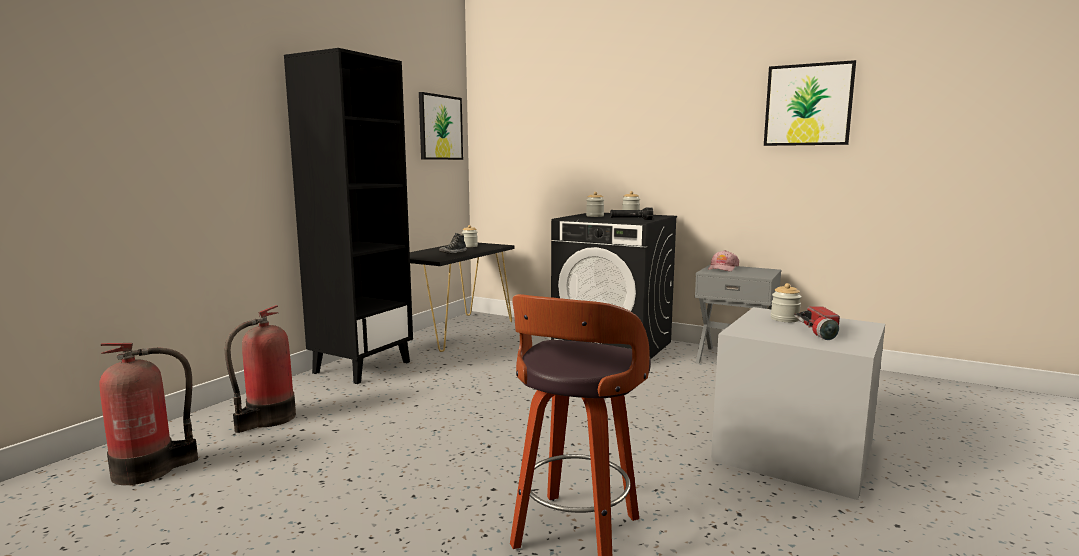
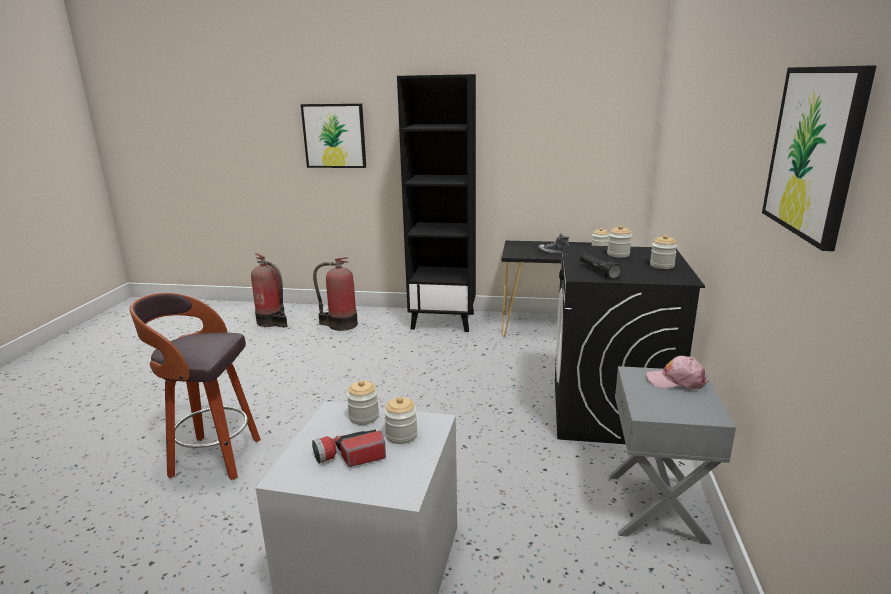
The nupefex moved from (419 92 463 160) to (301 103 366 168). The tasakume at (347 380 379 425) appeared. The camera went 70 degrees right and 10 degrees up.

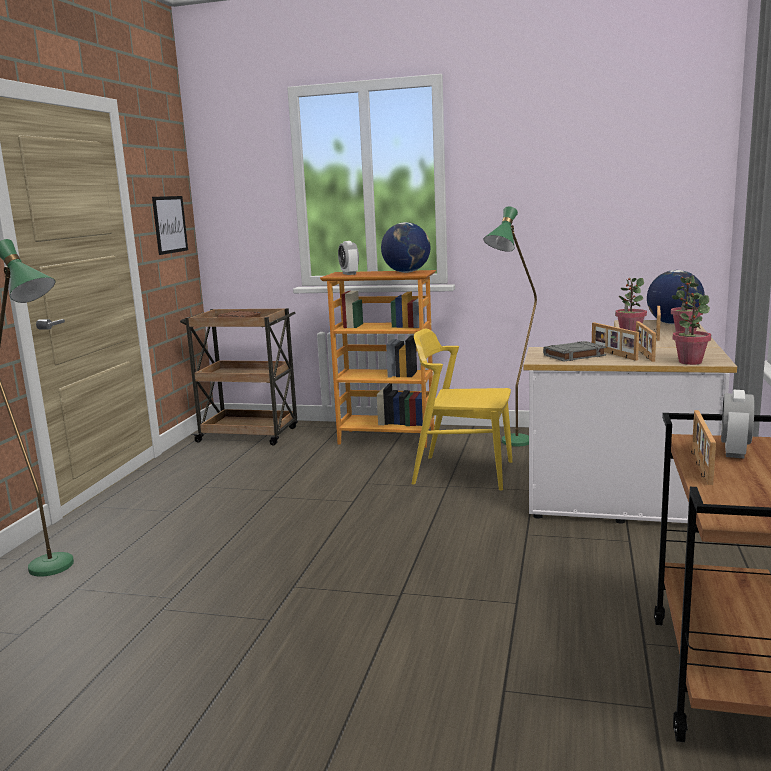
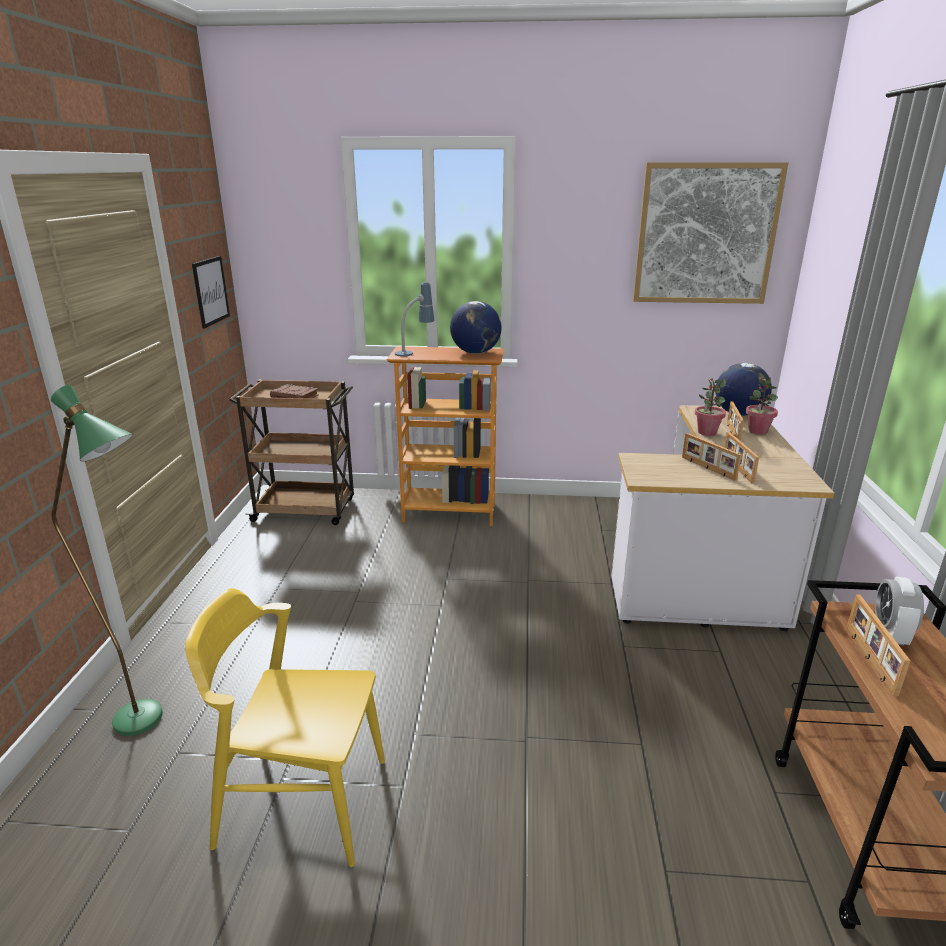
The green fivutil at (484 206 537 447) disappeared. The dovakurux at (338 241 359 275) was replaced by the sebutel at (395 282 434 357). The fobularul at (673 294 711 365) disappeared. The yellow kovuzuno moved from (412 328 512 490) to (185 588 385 867). The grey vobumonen at (543 341 606 362) disappeared. The nupefex at (633 162 788 304) appeared. The camera went 10 degrees left and 10 degrees up.

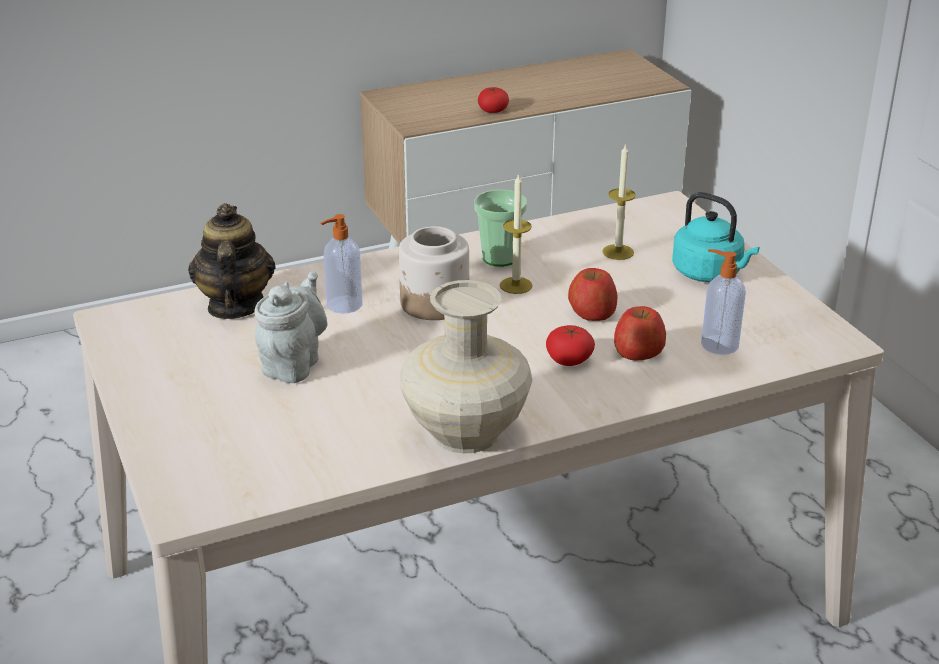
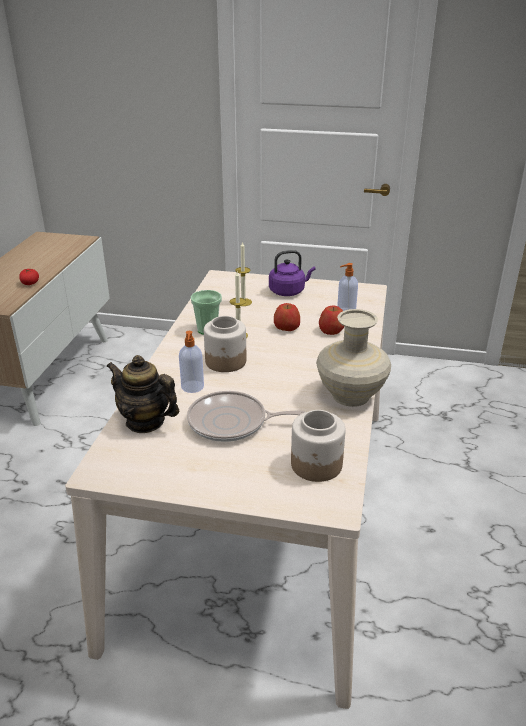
The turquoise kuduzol at (672 192 759 282) became the purple kuduzol at (269 250 316 296). The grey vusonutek at (254 271 327 383) was replaced by the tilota at (187 391 305 442). The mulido at (546 325 595 366) disappeared. The tasakume at (291 410 346 482) appeared. The camera went 55 degrees left and 0 degrees up.

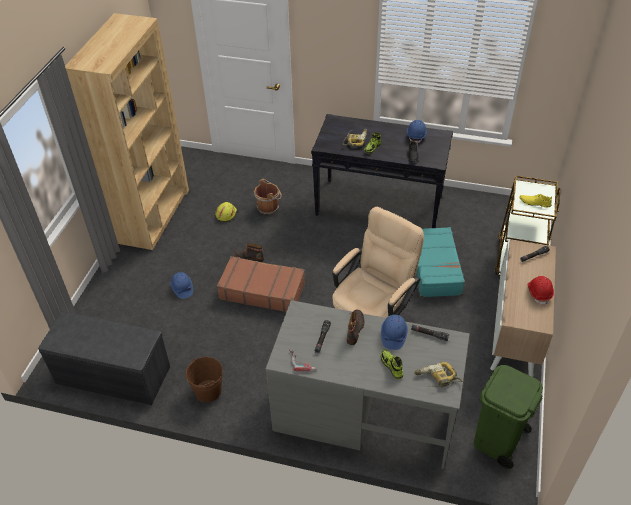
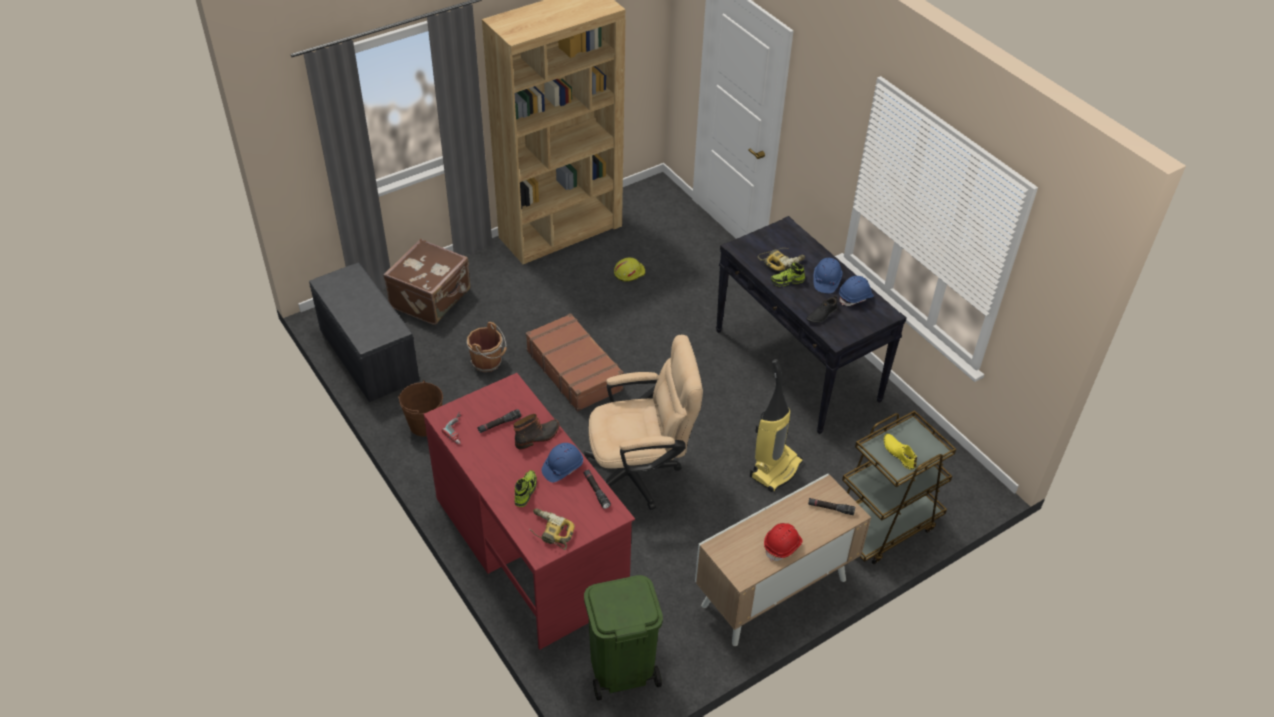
The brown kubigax moved from (254 179 282 215) to (467 322 507 372). The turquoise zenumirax at (416 227 465 297) was replaced by the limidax at (750 359 803 492). The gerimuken at (234 243 264 262) disappeared. The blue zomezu moved from (170 272 193 299) to (813 258 843 293). The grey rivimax at (266 300 470 469) became the red rivimax at (423 373 635 650). The brown zenumirax at (383 239 471 325) appeared. The camera went 40 degrees right and 0 degrees up.

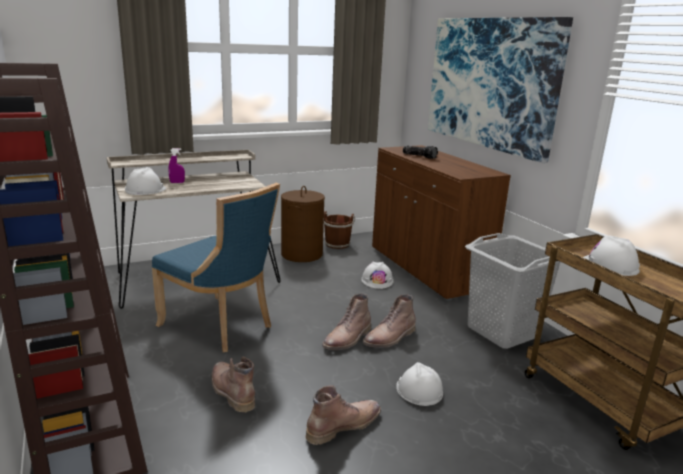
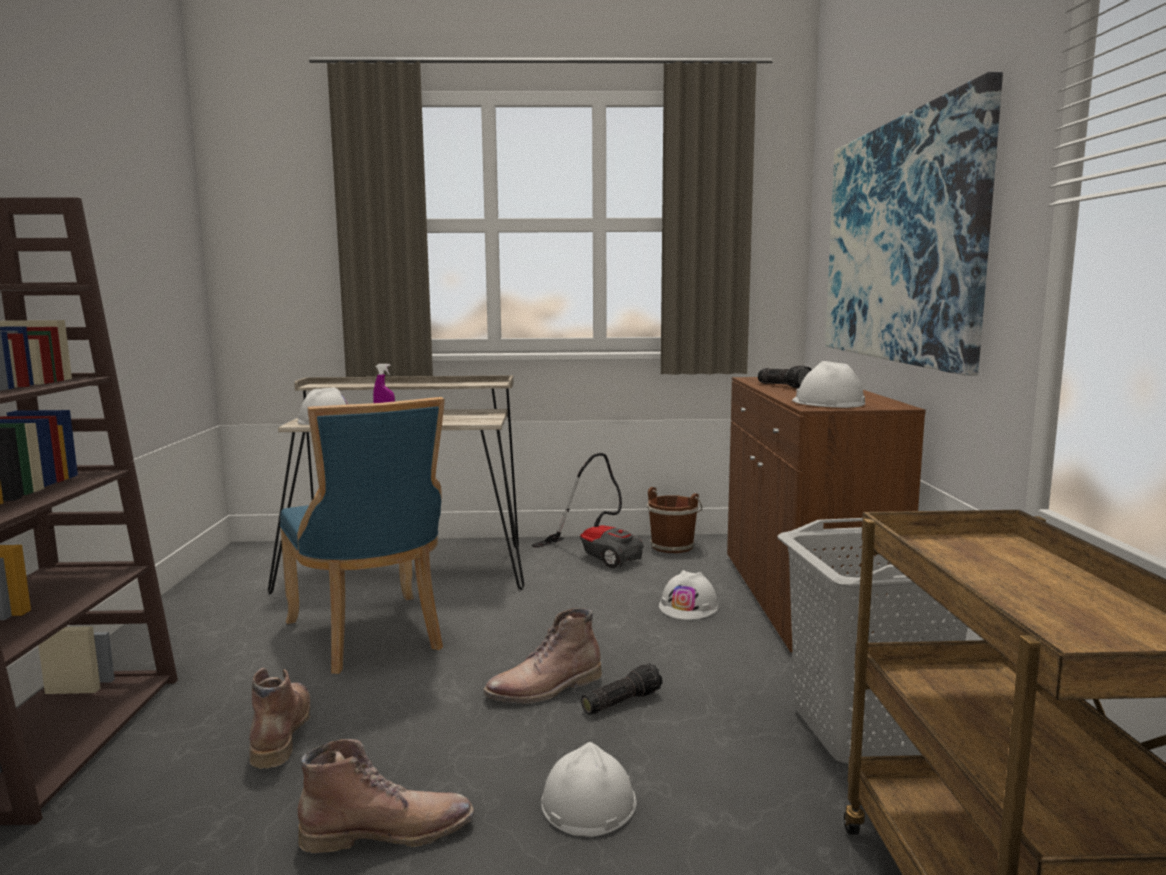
The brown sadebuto at (281 186 325 262) was replaced by the limidax at (531 453 644 568). The white zomezu moved from (583 235 640 276) to (792 361 865 408). The brown gerimuken at (362 294 416 348) was replaced by the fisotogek at (581 663 662 715). The camera went 25 degrees right and 10 degrees down.

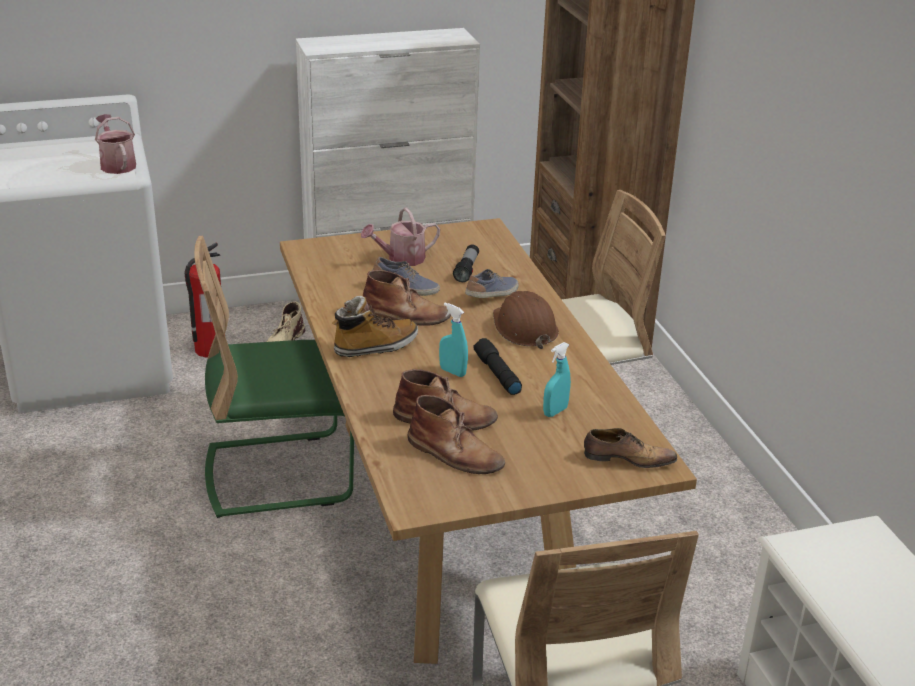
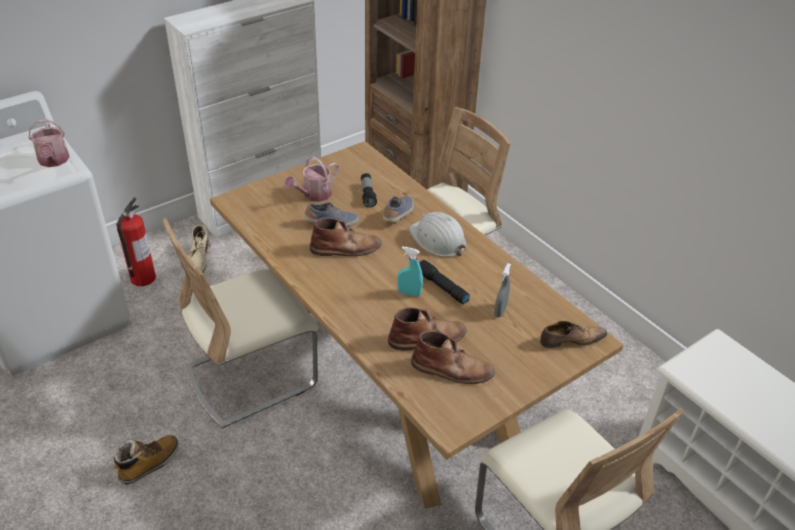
The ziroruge at (95 114 136 174) turned 150 degrees counterclockwise. The green kovuzuno at (194 236 354 518) became the beige kovuzuno at (162 218 319 429). The brown zomezu at (493 291 559 349) became the white zomezu at (409 212 466 257). The gerimuken moved from (332 295 418 357) to (114 435 179 485). The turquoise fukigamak at (543 342 571 417) became the grey fukigamak at (494 263 511 317). The camera went 20 degrees left and 10 degrees up.

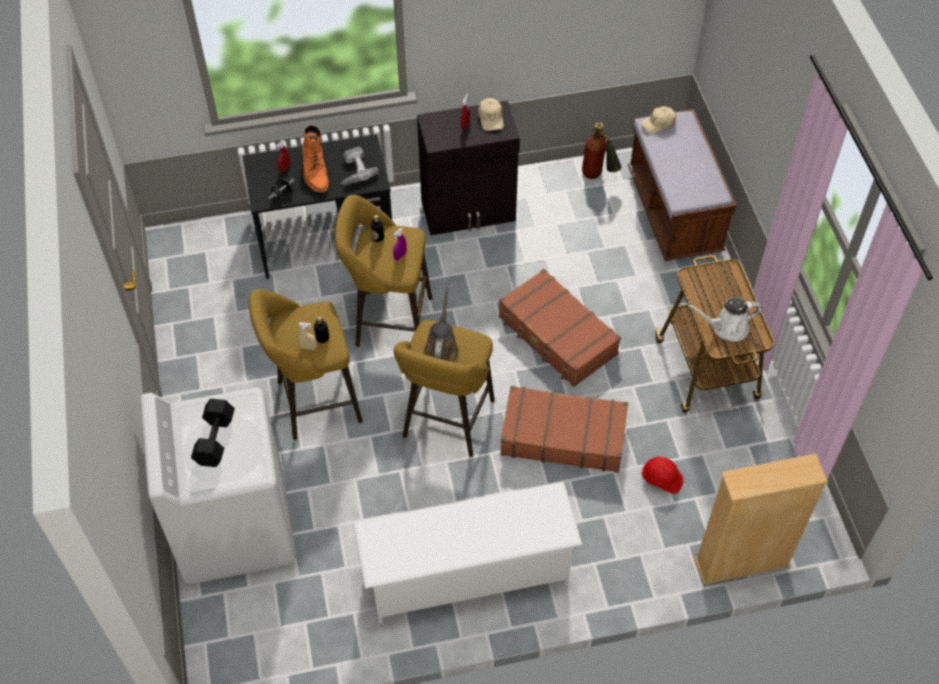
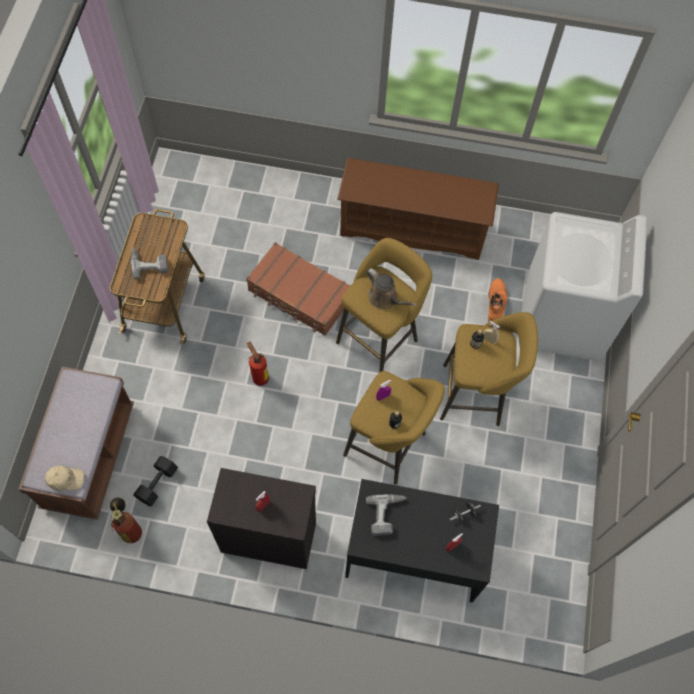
The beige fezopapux at (478 98 504 131) disappeared. The orange gerimuken moved from (302 125 329 192) to (488 278 508 322). The brown zenumirax at (499 269 621 387) was replaced by the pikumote at (247 342 269 386). The brown ziroruge at (424 285 459 362) turned 75 degrees counterclockwise. The white ziroruge at (688 297 762 342) disappeared. The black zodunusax moved from (191 399 235 467) to (133 456 178 506). The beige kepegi at (695 454 828 585) disappeared. The red zomezu at (641 457 683 494) disappeared. The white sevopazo at (353 482 582 624) became the brown sevopazo at (337 158 499 260). The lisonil at (131 247 168 280) appeared. The camera went 160 degrees left and 10 degrees up.

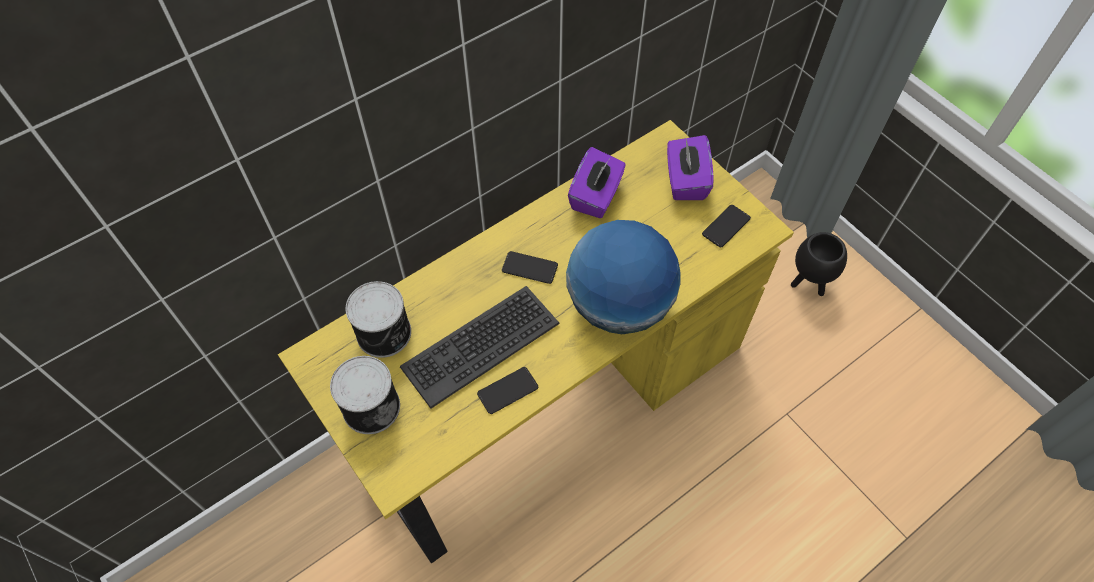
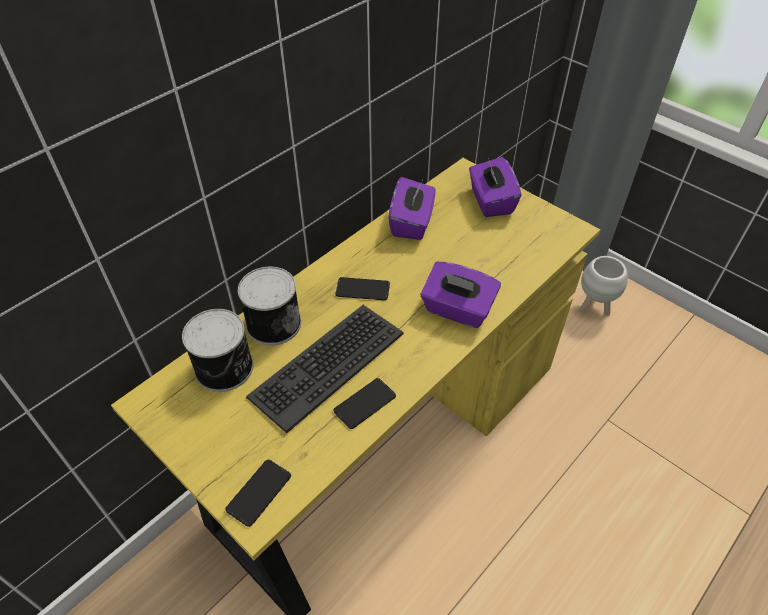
The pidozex moved from (702 205 751 247) to (225 460 291 527). The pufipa at (566 220 680 334) was replaced by the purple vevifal at (421 262 501 328). The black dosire at (791 232 847 296) became the white dosire at (579 256 628 316). The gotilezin moved from (330 356 400 434) to (238 267 301 346). The camera went 10 degrees left and 10 degrees down.

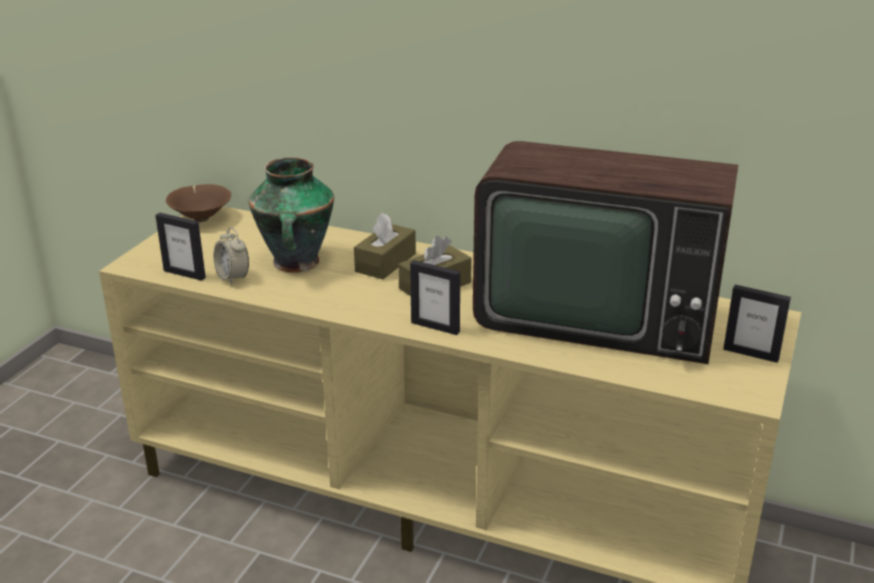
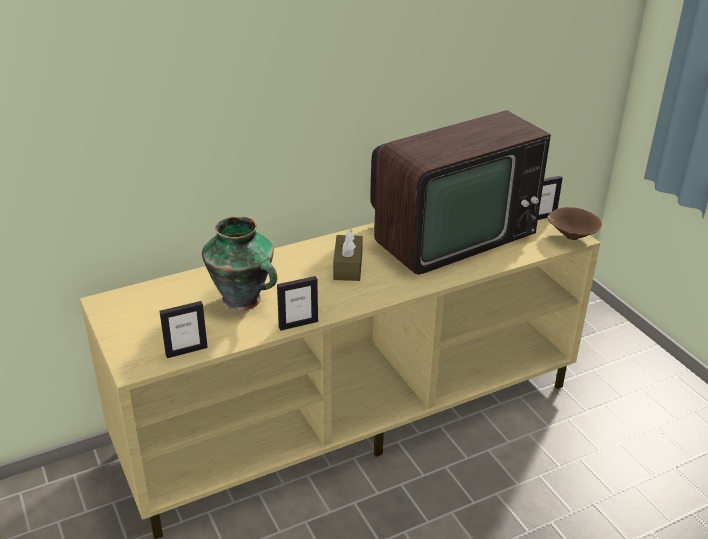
The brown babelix moved from (166 184 231 222) to (547 207 602 240). The brown vevifal at (354 213 416 279) disappeared. The dovakurux at (213 227 249 284) disappeared. The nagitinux moved from (410 260 460 335) to (277 276 318 331). The camera went 50 degrees left and 5 degrees up.

